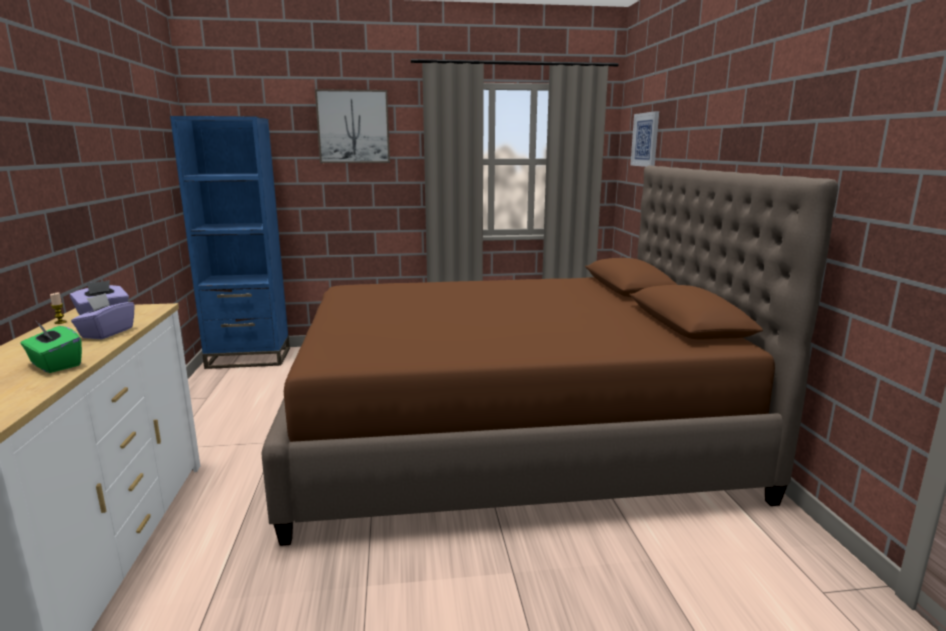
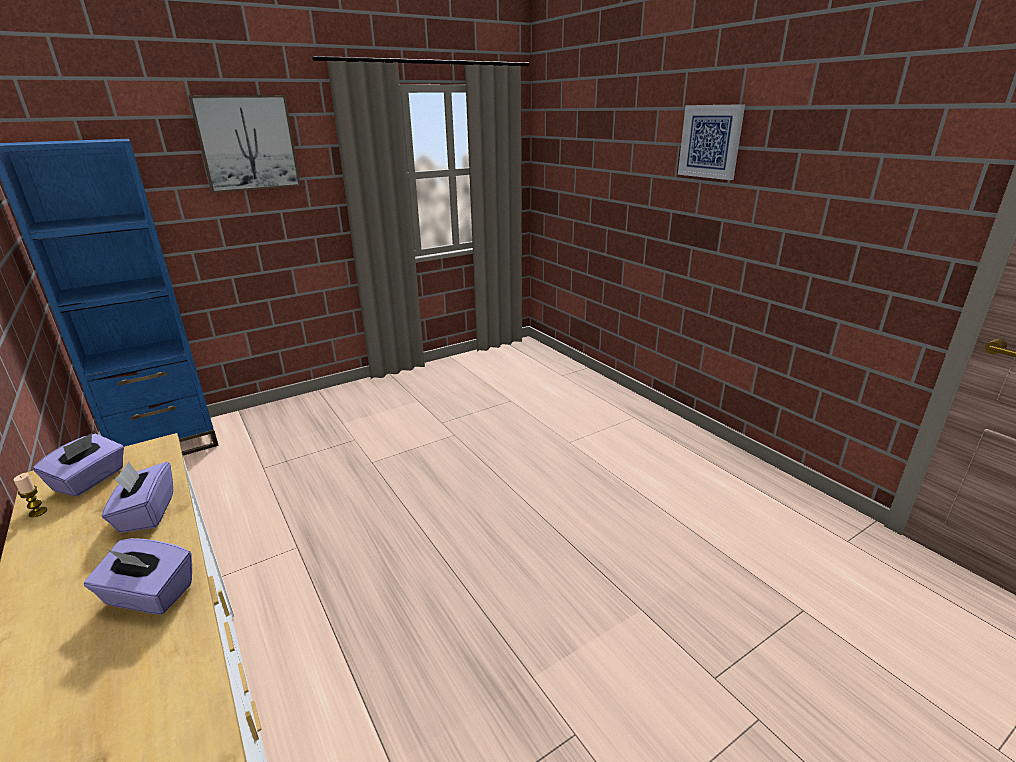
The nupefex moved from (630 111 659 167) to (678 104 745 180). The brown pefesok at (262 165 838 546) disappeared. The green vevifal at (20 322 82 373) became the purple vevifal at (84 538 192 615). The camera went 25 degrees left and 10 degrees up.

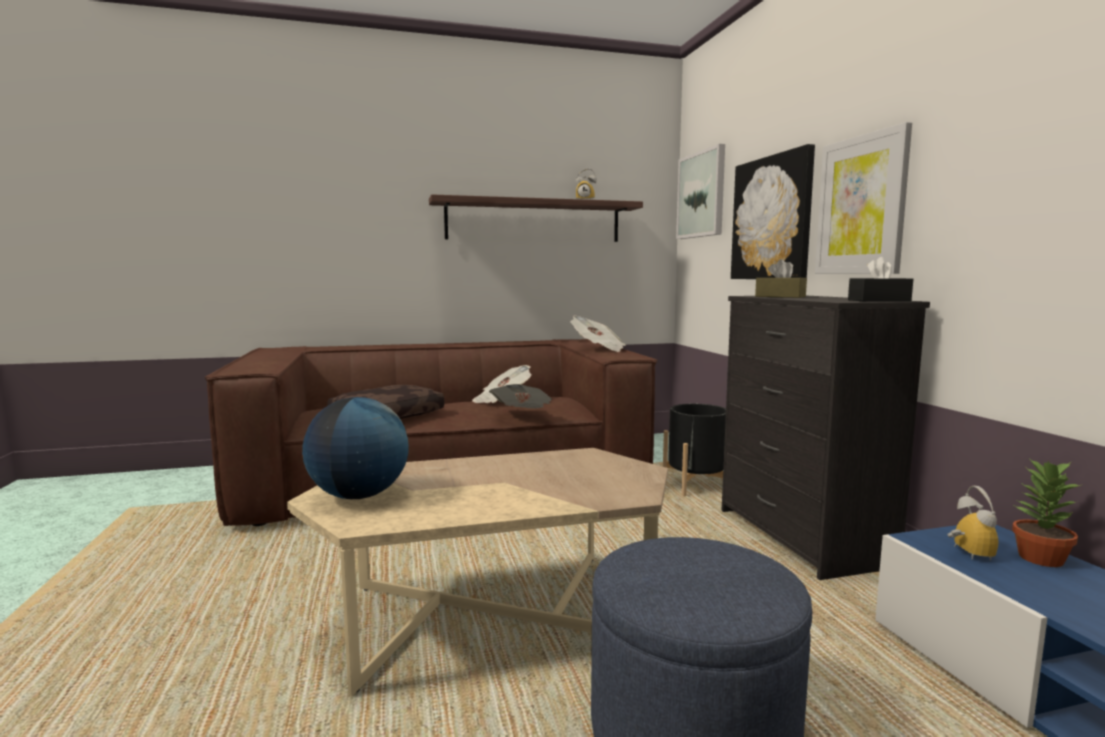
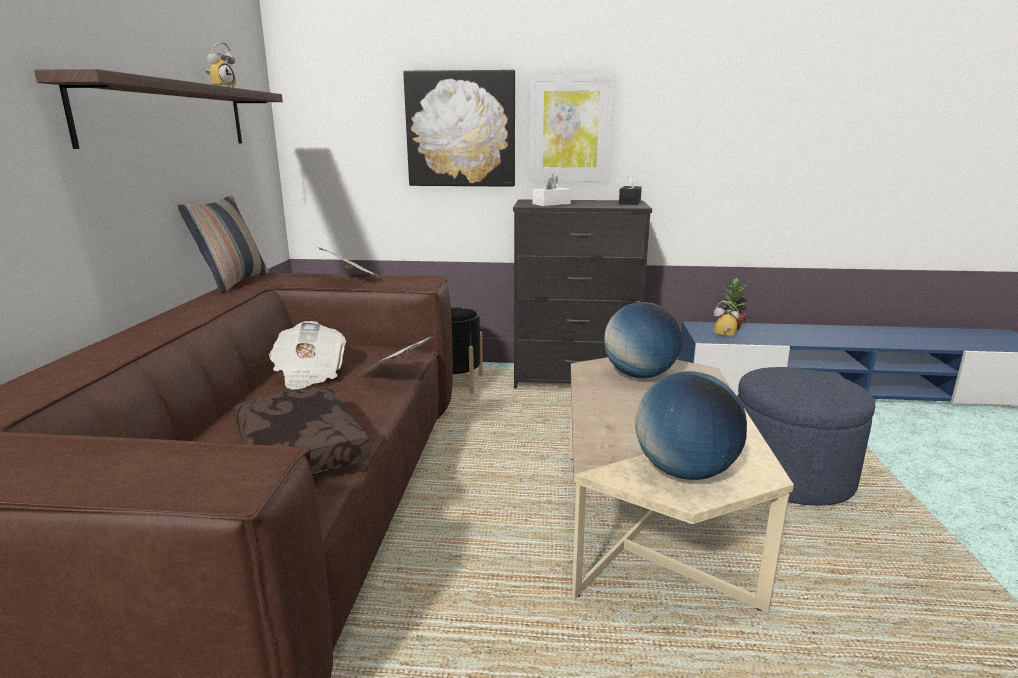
The nupefex at (676 144 725 239) disappeared. The brown vevifal at (755 259 807 298) became the white vevifal at (533 174 571 206). The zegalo at (177 195 269 294) appeared. The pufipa at (604 302 682 378) appeared. The camera went 70 degrees left and 10 degrees up.

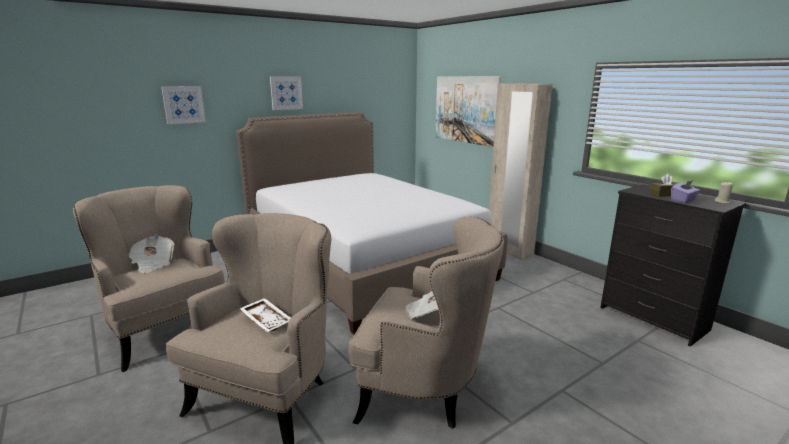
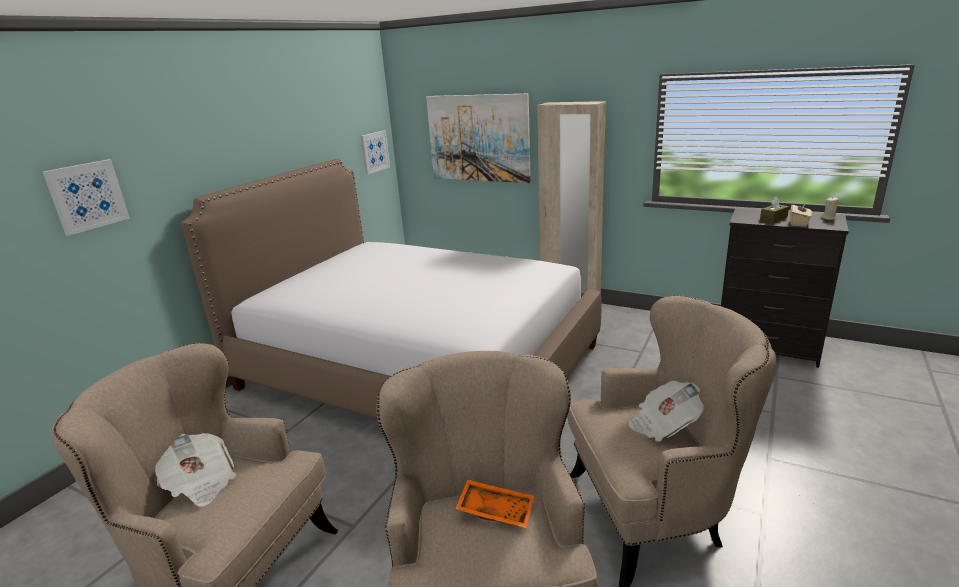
The nupefex moved from (270 76 303 110) to (360 130 390 175). The purple vevifal at (671 180 700 203) became the beige vevifal at (790 202 812 227). The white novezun at (239 298 291 332) became the orange novezun at (455 479 534 528). The camera went 25 degrees left and 5 degrees up.

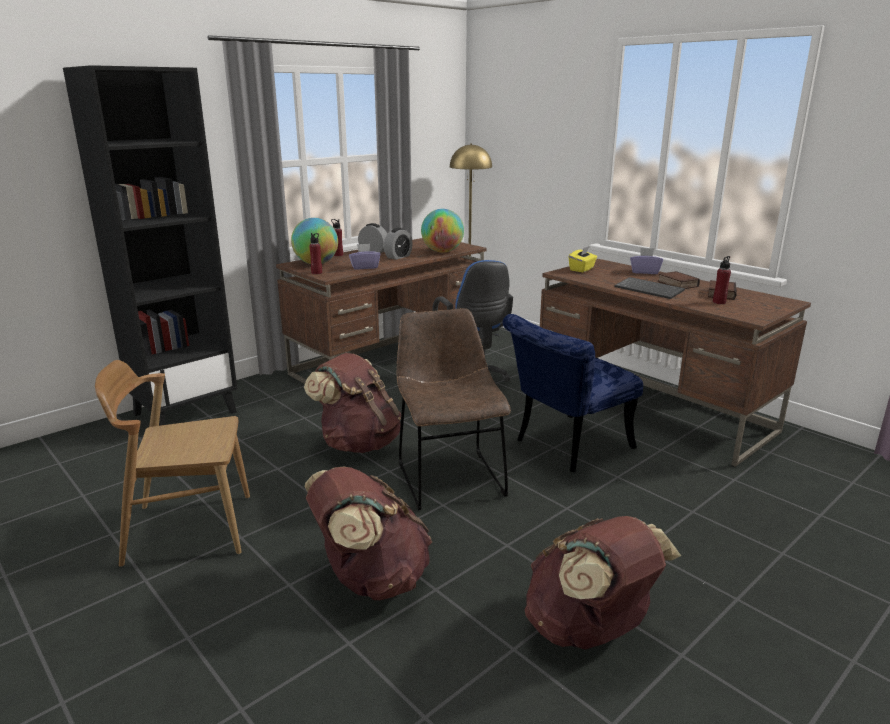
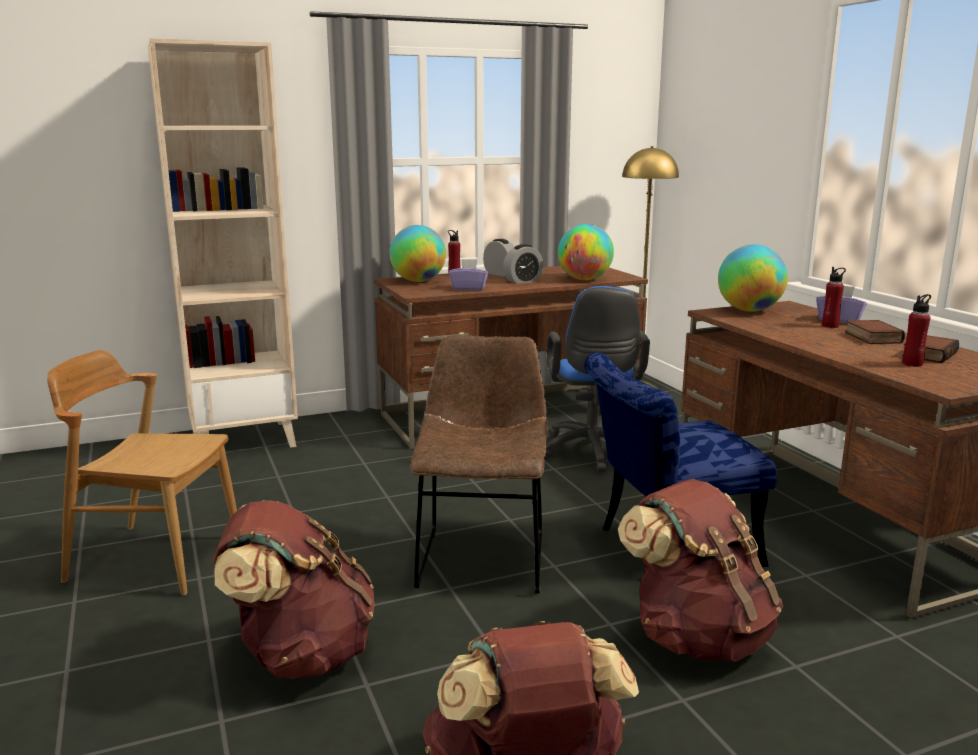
The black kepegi at (63 65 238 426) became the beige kepegi at (148 38 298 448). The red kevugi moved from (309 233 322 274) to (822 267 846 328). The yellow vevifal at (569 246 597 272) was replaced by the pufipa at (718 244 788 312). The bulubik at (615 277 685 299) disappeared. The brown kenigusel moved from (304 353 401 453) to (618 479 783 662). The camera went 20 degrees right and 5 degrees down.

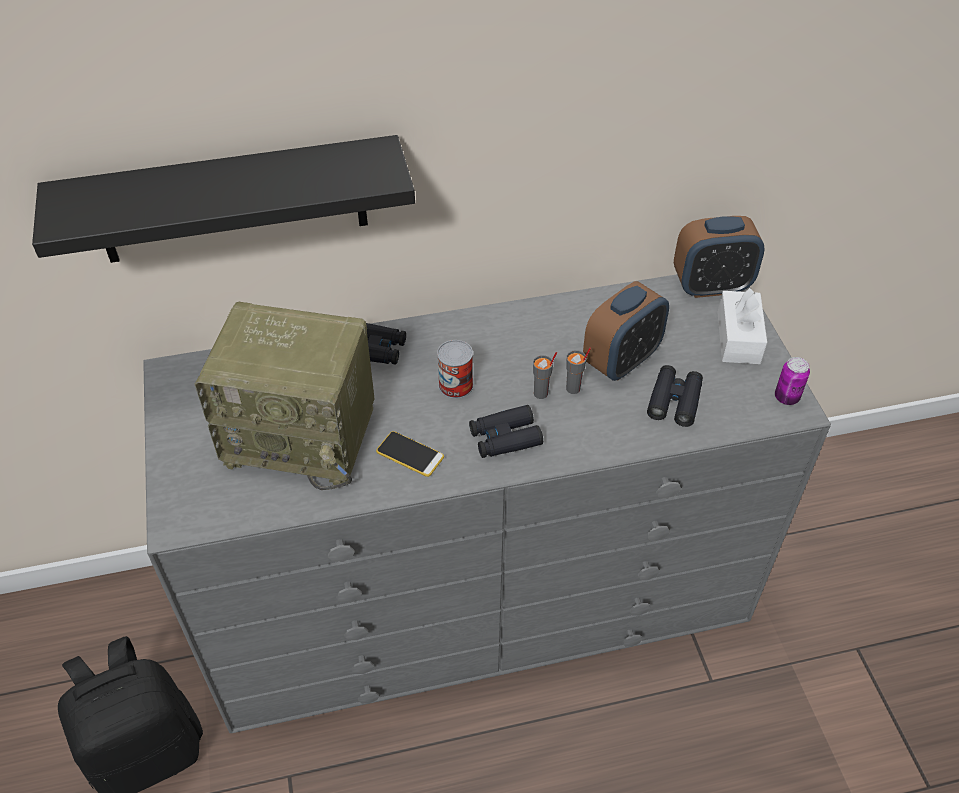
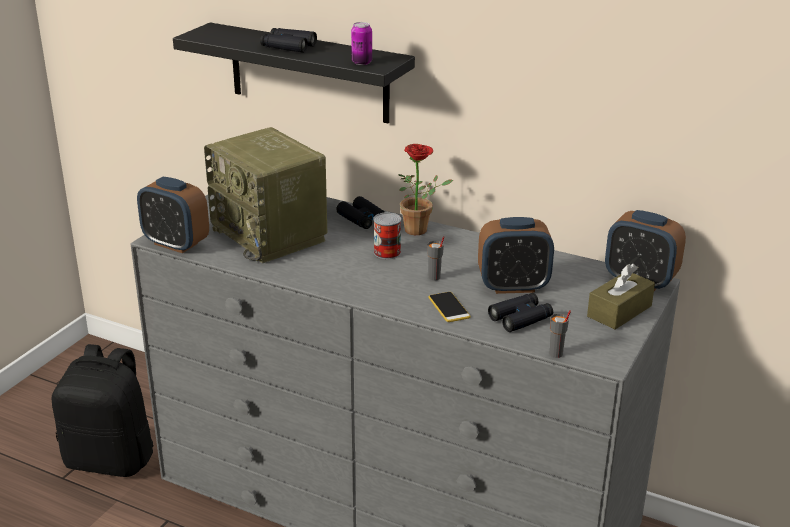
The white vevifal at (717 288 767 364) became the brown vevifal at (587 264 655 329). The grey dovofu moved from (566 347 591 394) to (550 310 571 358). The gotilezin moved from (775 357 810 405) to (351 22 372 65). The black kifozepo moved from (469 405 543 458) to (260 28 317 53). The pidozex moved from (376 431 444 477) to (429 292 471 322). The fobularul at (398 144 454 235) appeared. The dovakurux at (137 177 209 253) appeared. The camera went 40 degrees right and 20 degrees down.

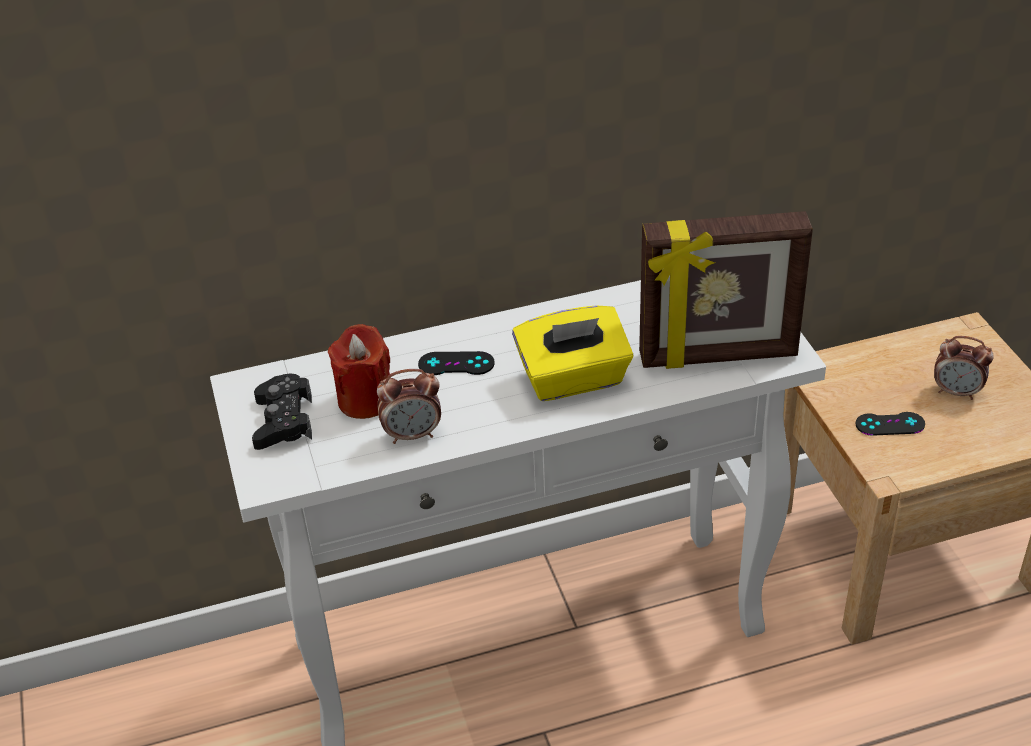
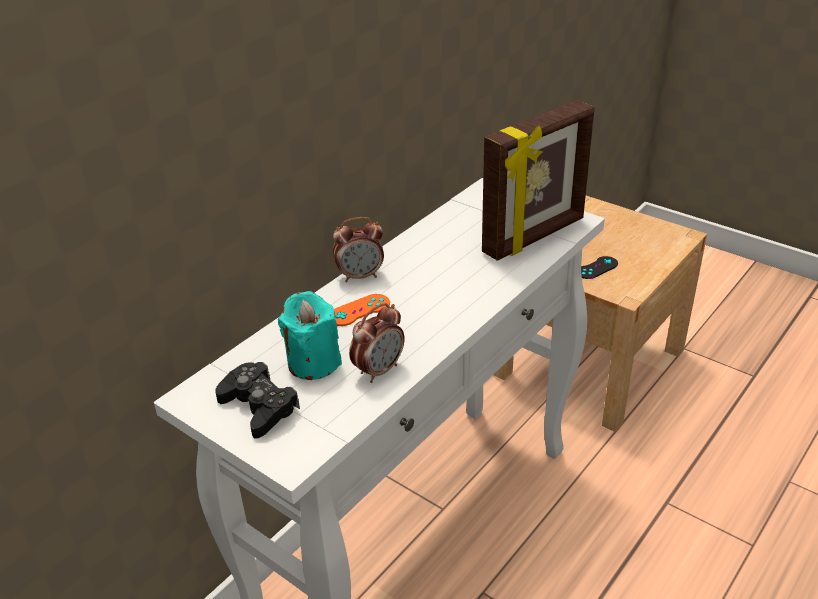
The yellow vevifal at (512 305 633 401) disappeared. The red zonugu at (328 324 390 419) became the turquoise zonugu at (278 291 342 380). The dovakurux moved from (934 336 994 400) to (333 217 384 282). The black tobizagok at (418 351 495 375) became the orange tobizagok at (334 294 390 326). The camera went 35 degrees left and 5 degrees down.

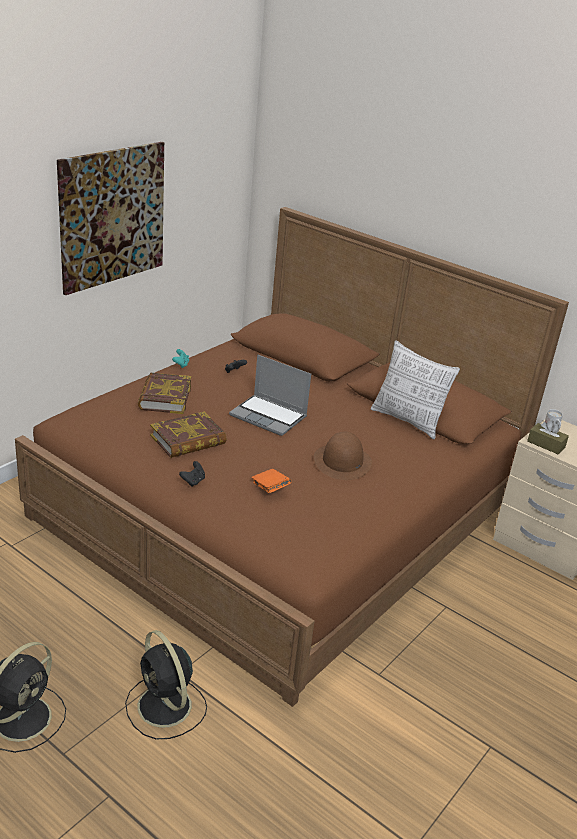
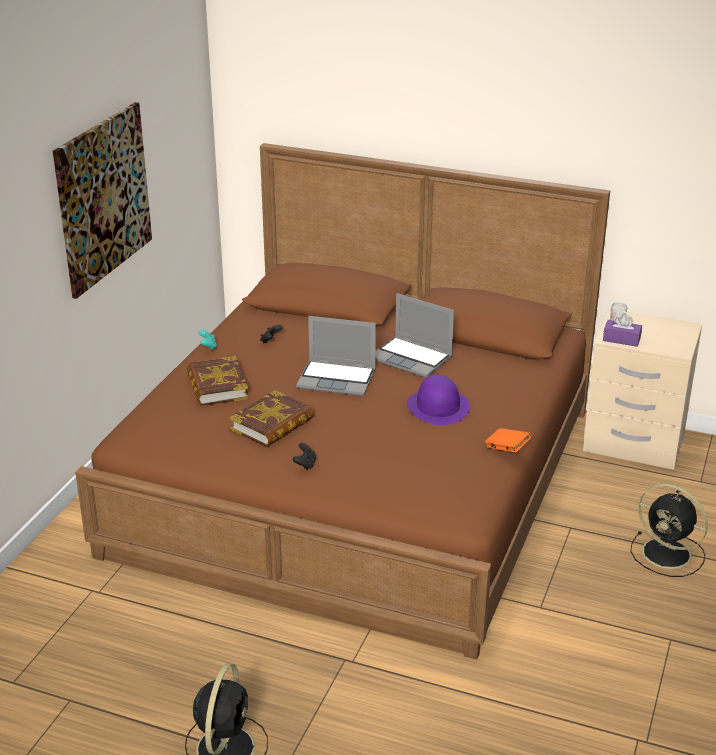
The zegalo at (371 340 460 439) disappeared. The brown vevifal at (527 420 569 454) became the purple vevifal at (603 314 642 347). The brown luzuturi at (314 432 372 480) became the purple luzuturi at (407 374 470 425). The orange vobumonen moved from (252 469 291 493) to (485 428 531 453). The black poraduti moved from (125 630 207 739) to (631 484 708 577). The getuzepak at (375 293 454 378) appeared. The camera went 15 degrees left and 0 degrees up.

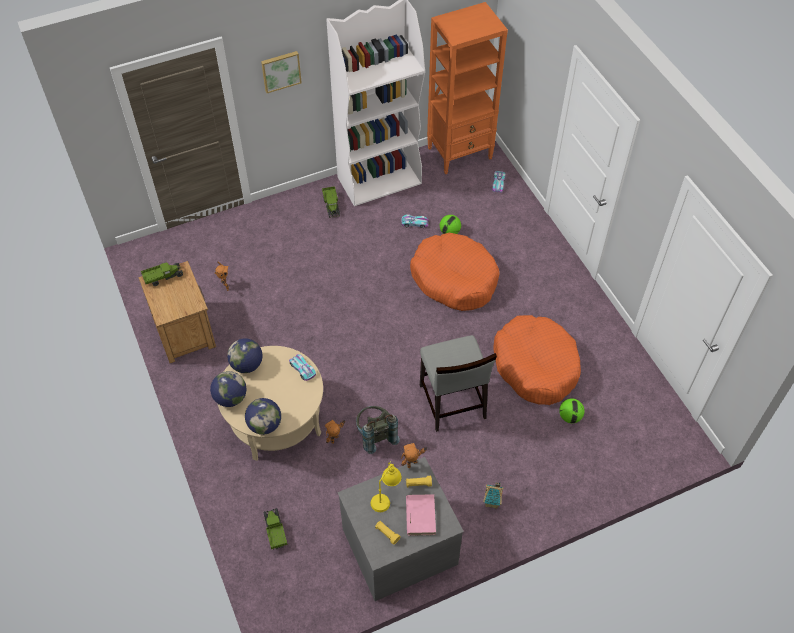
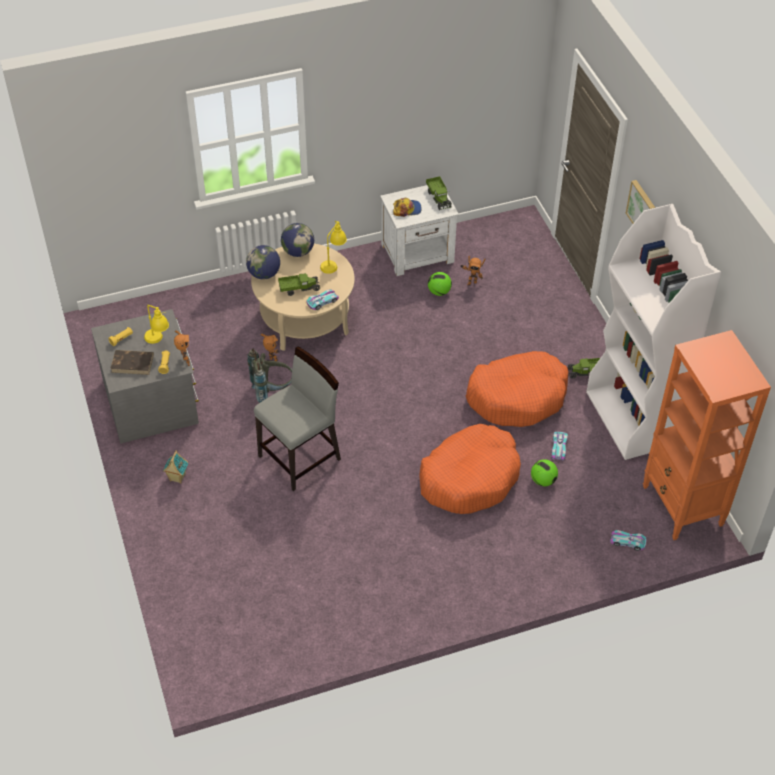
The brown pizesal at (139 261 216 363) became the white pizesal at (380 185 459 276). The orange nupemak moved from (493 315 581 405) to (466 351 568 427). The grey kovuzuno at (420 335 497 432) turned 150 degrees clockwise. The pufipa at (227 338 262 373) was replaced by the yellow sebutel at (320 221 347 274). The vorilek moved from (559 398 585 423) to (428 272 452 296). The pink vobumonen at (406 494 436 536) became the brown vobumonen at (110 350 154 375). The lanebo moved from (263 508 288 550) to (278 273 320 296). The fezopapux at (393 198 422 217) appeared. The camera went 95 degrees right and 5 degrees down.

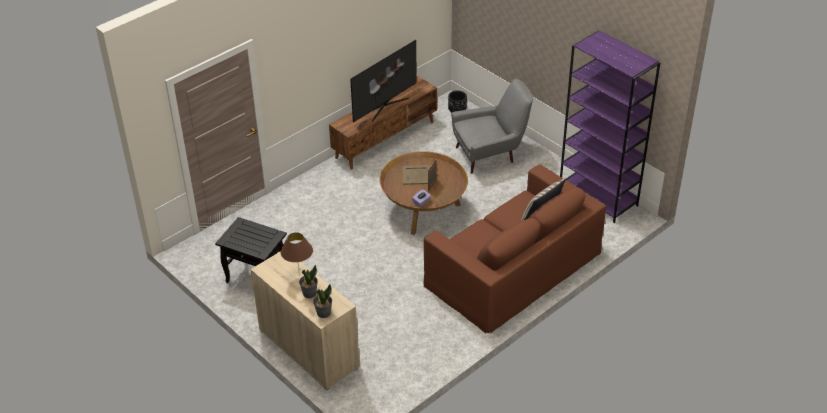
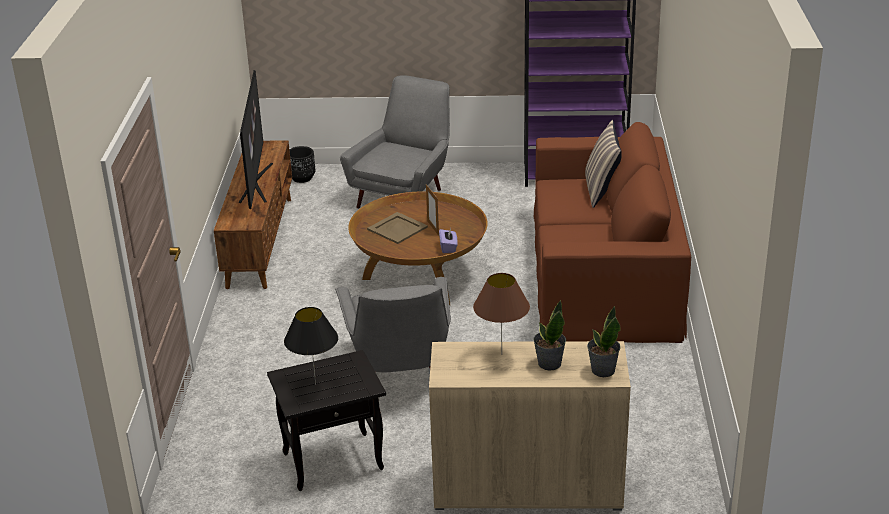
The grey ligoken at (335 277 451 372) appeared. The black sebutel at (284 307 338 385) appeared. The camera went 45 degrees left and 10 degrees down.

